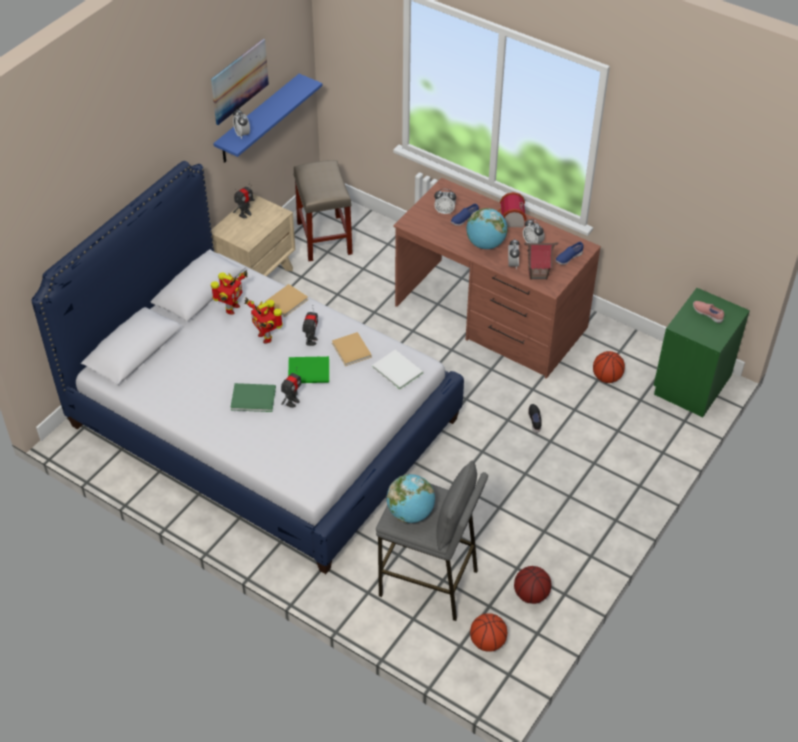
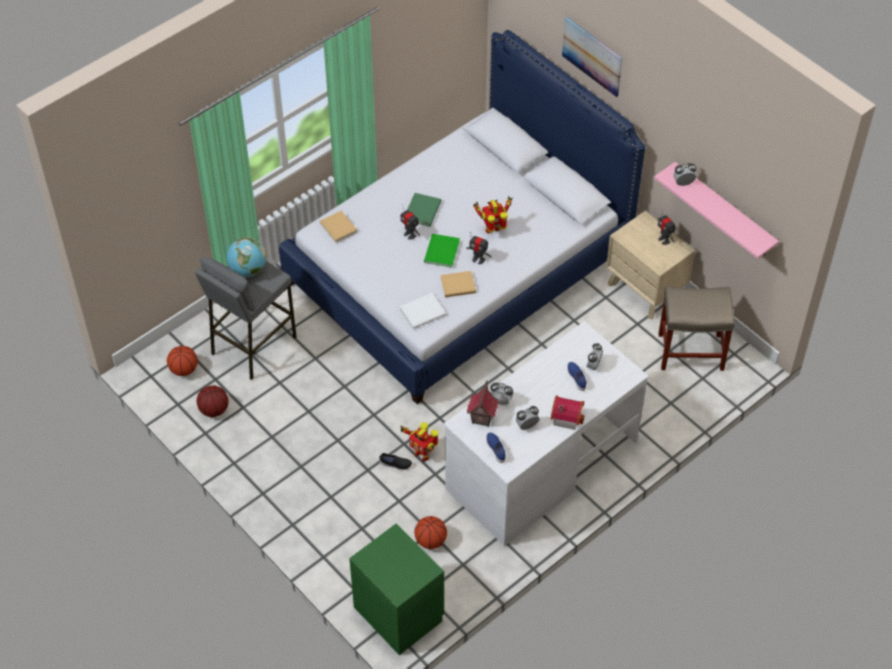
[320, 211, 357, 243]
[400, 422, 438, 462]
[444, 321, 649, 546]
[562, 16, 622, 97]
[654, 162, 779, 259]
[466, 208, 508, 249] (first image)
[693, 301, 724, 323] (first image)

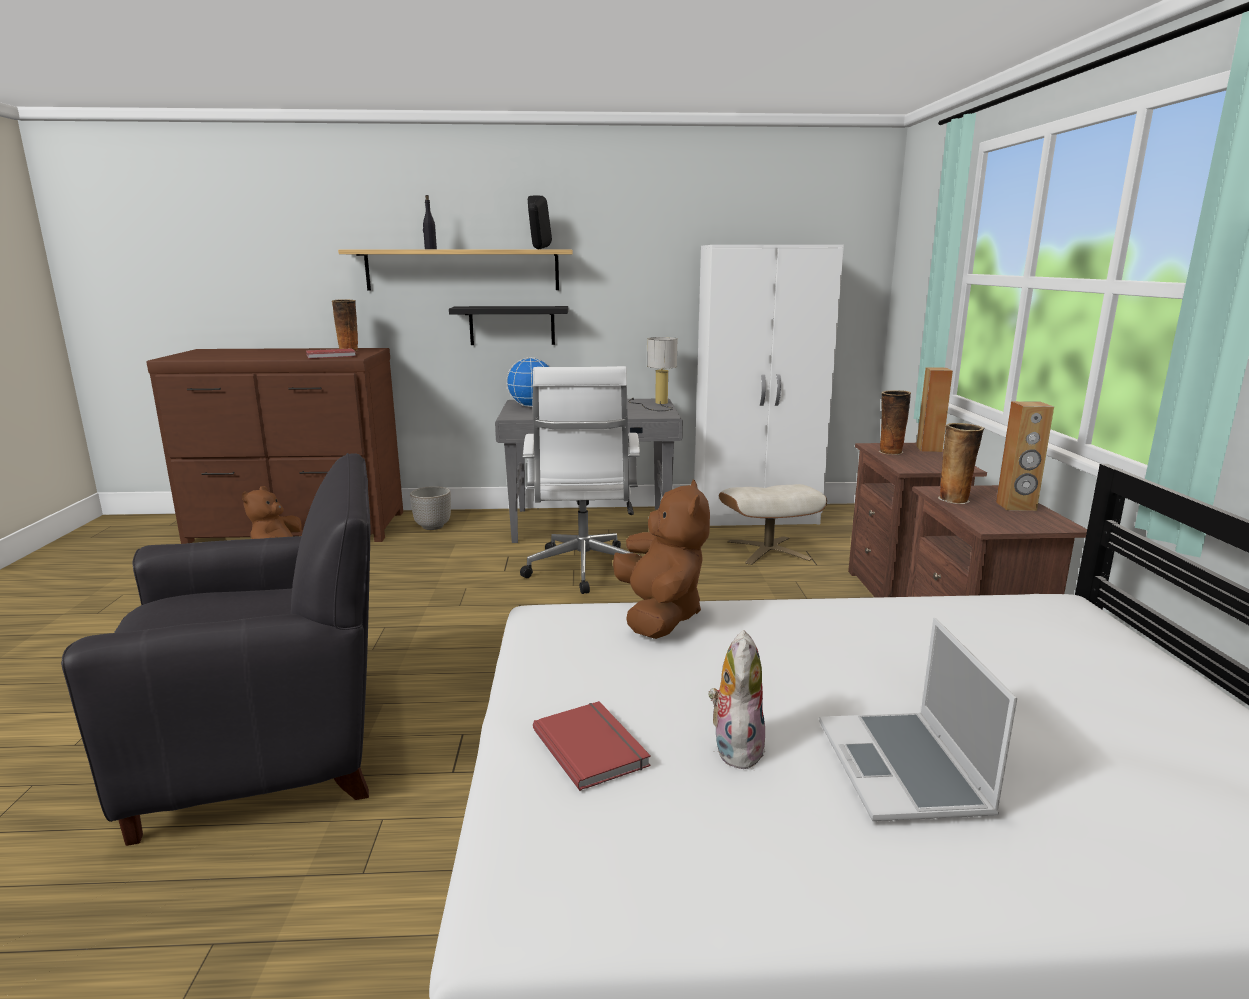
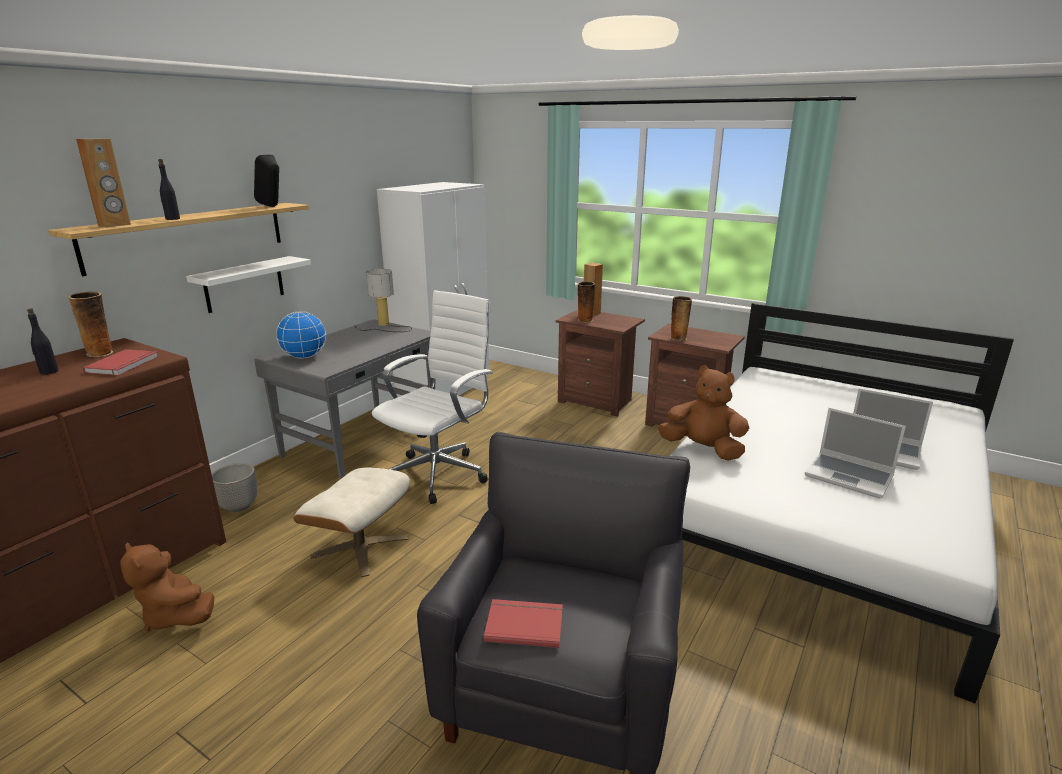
[27, 308, 58, 375]
[76, 139, 131, 227]
[186, 256, 311, 313]
[293, 468, 410, 577]
[372, 290, 493, 504]
[484, 599, 563, 648]
[805, 408, 906, 498]

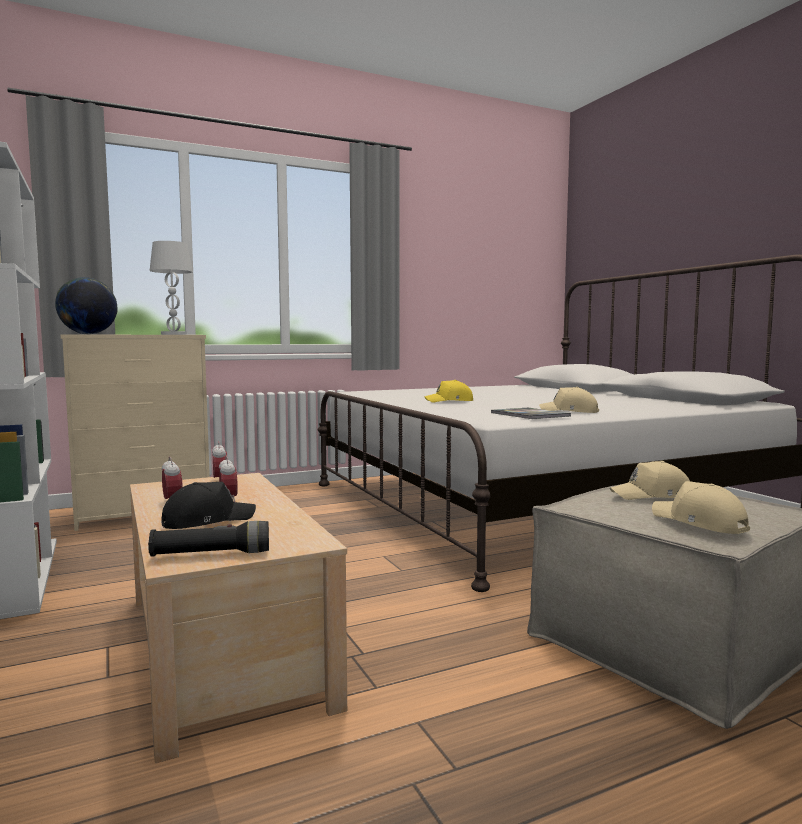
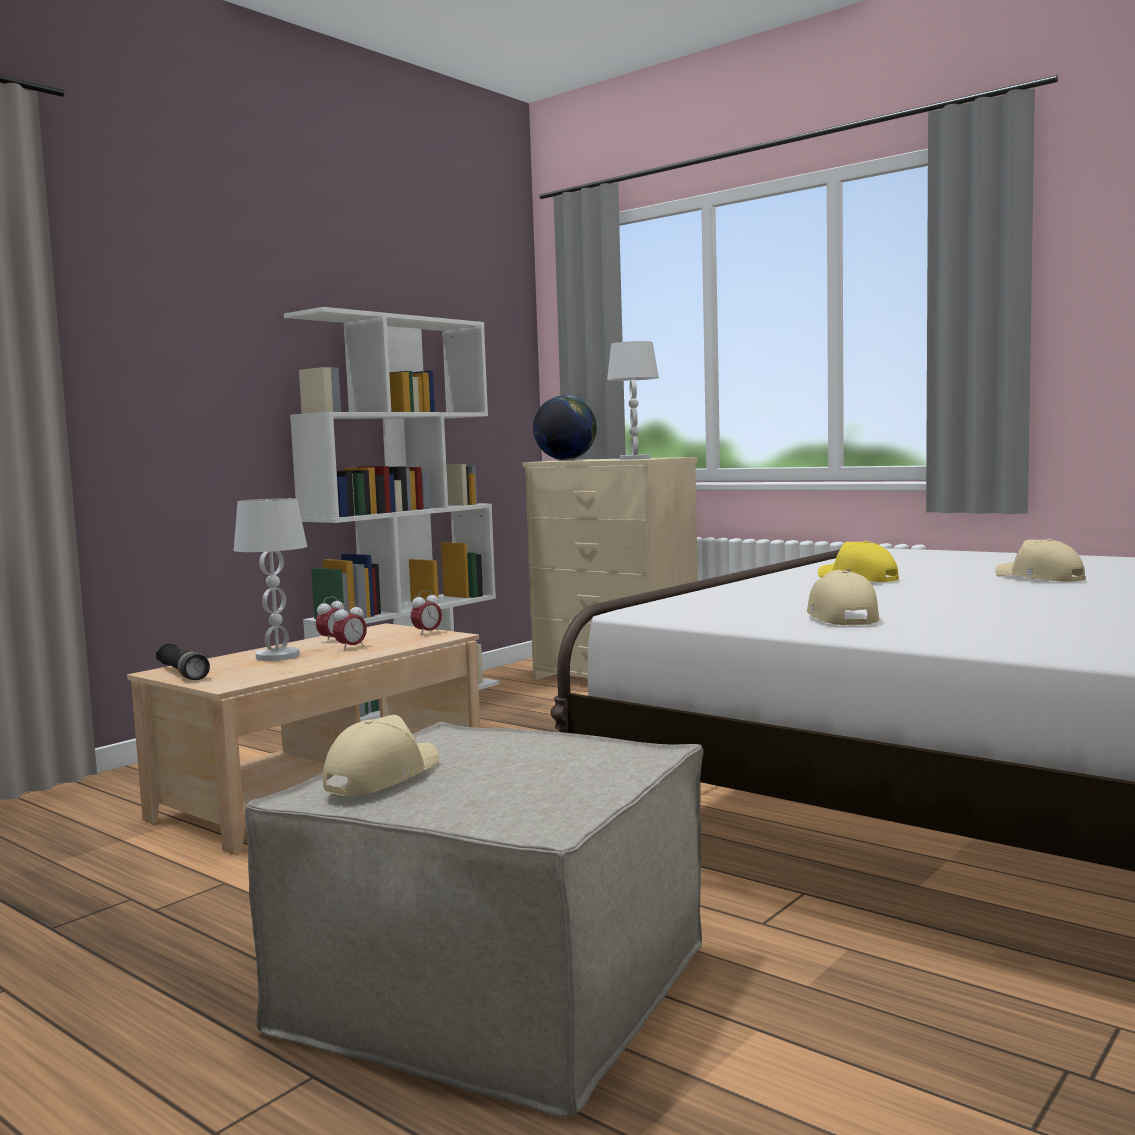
[234, 498, 307, 661]
[995, 539, 1086, 582]
[491, 408, 571, 419] (first image)

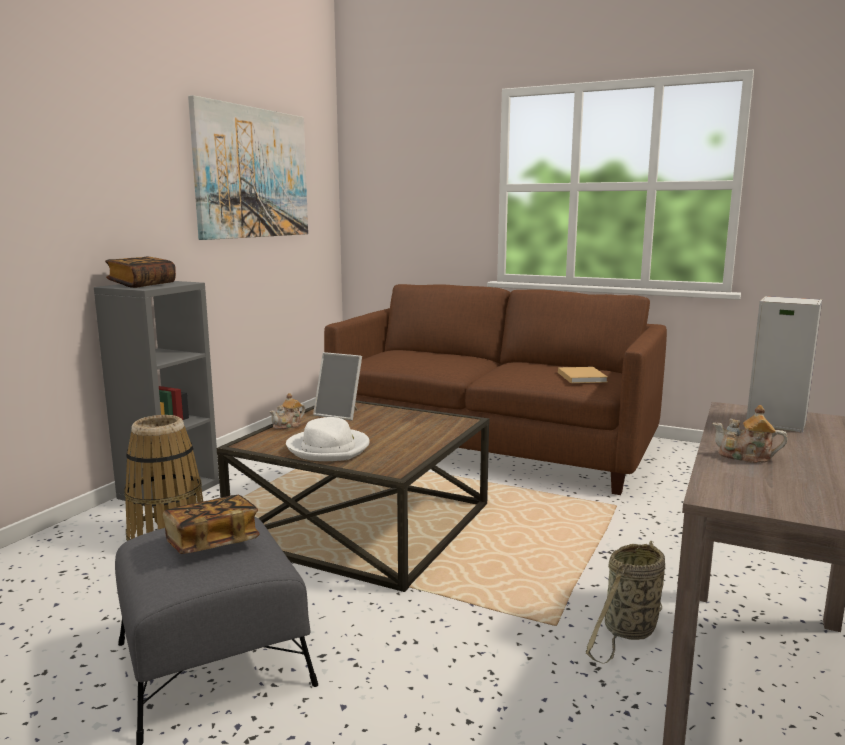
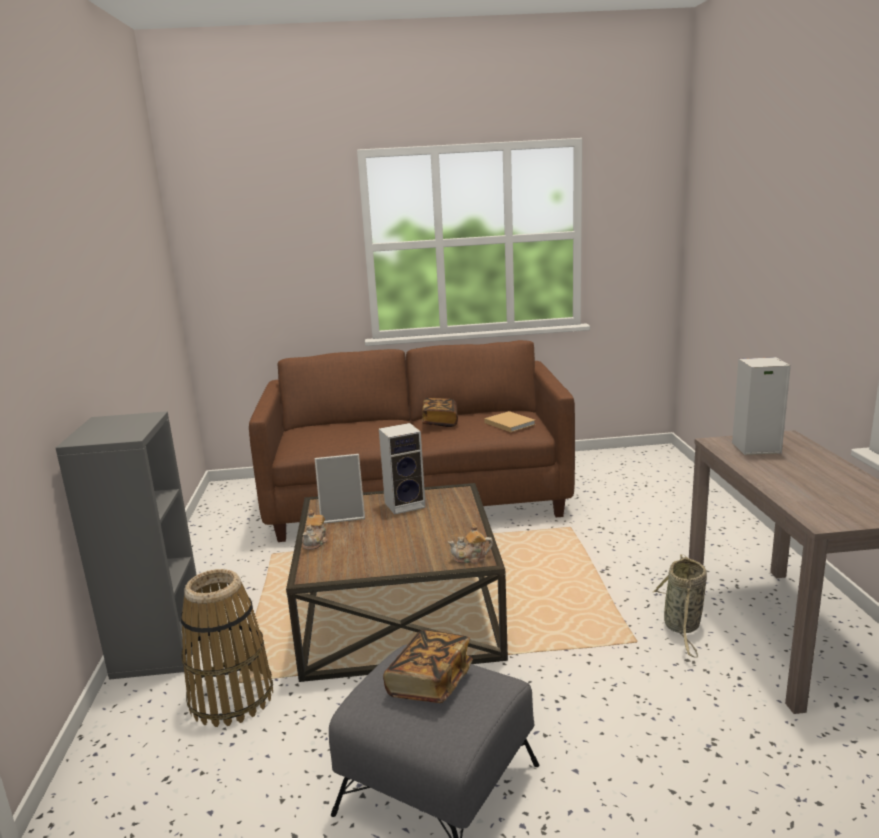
[379, 423, 426, 515]
[422, 398, 458, 427]
[448, 524, 493, 564]
[188, 95, 308, 240] (first image)
[286, 417, 370, 461] (first image)

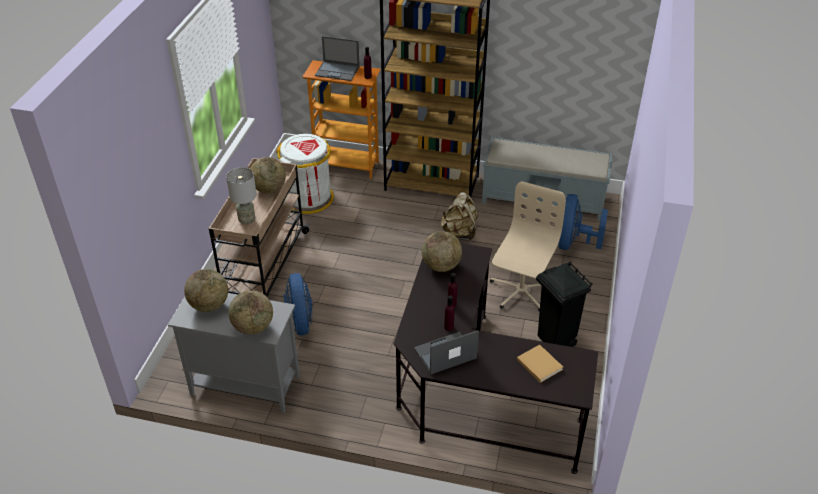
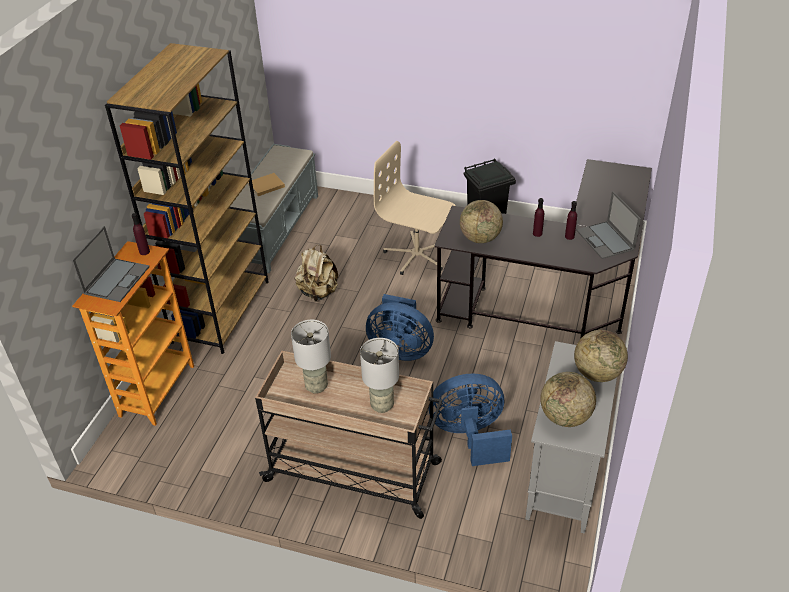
[248, 173, 285, 196]
[291, 320, 331, 394]
[366, 294, 434, 361]
[276, 134, 334, 214] (first image)

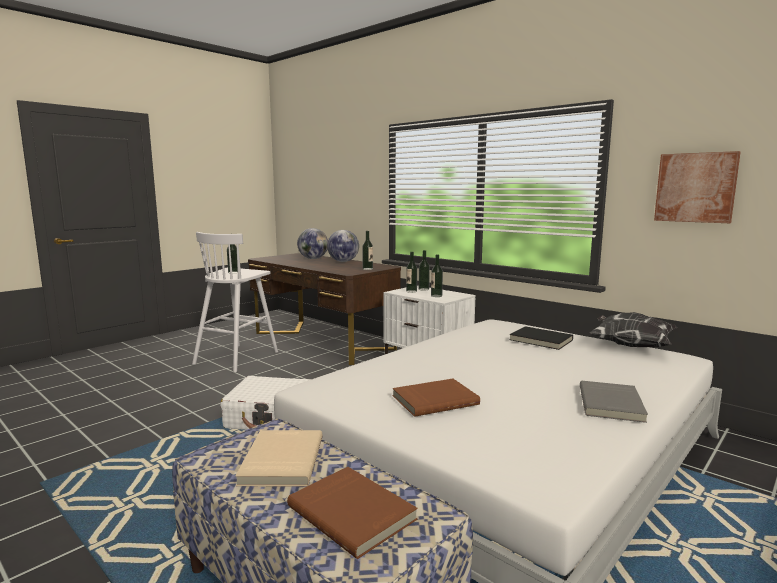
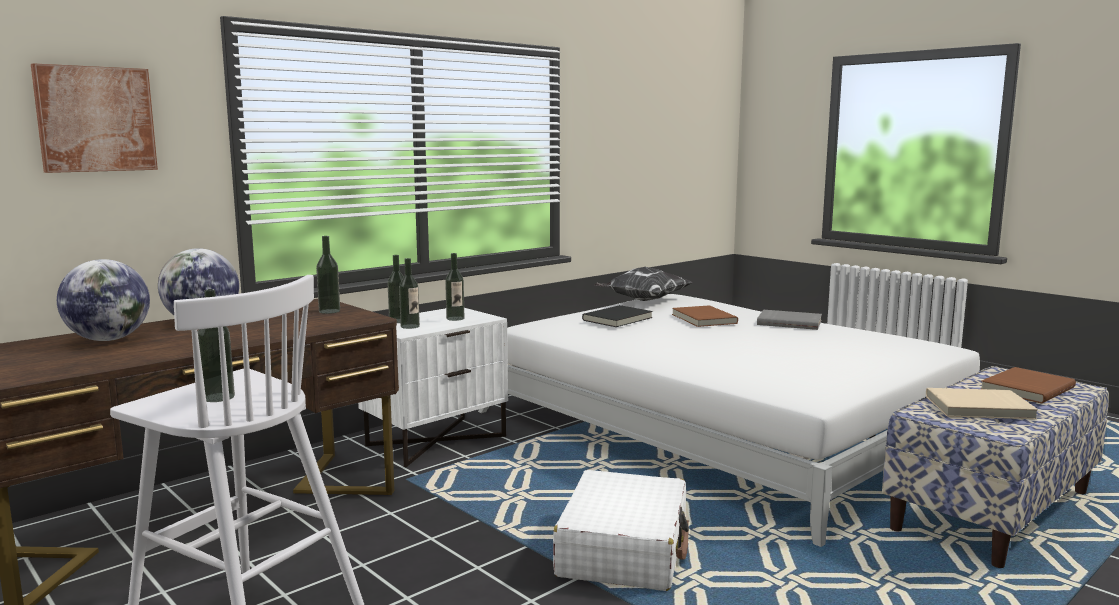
[31, 63, 158, 173]
[672, 305, 738, 327]

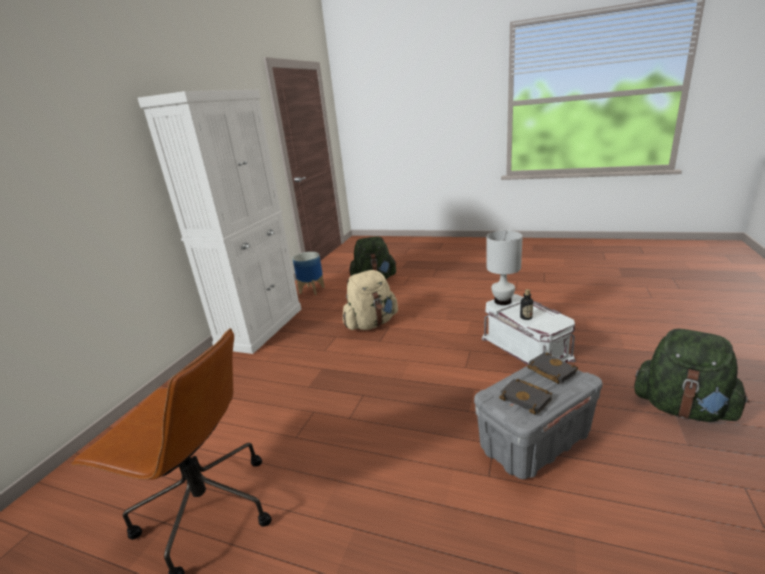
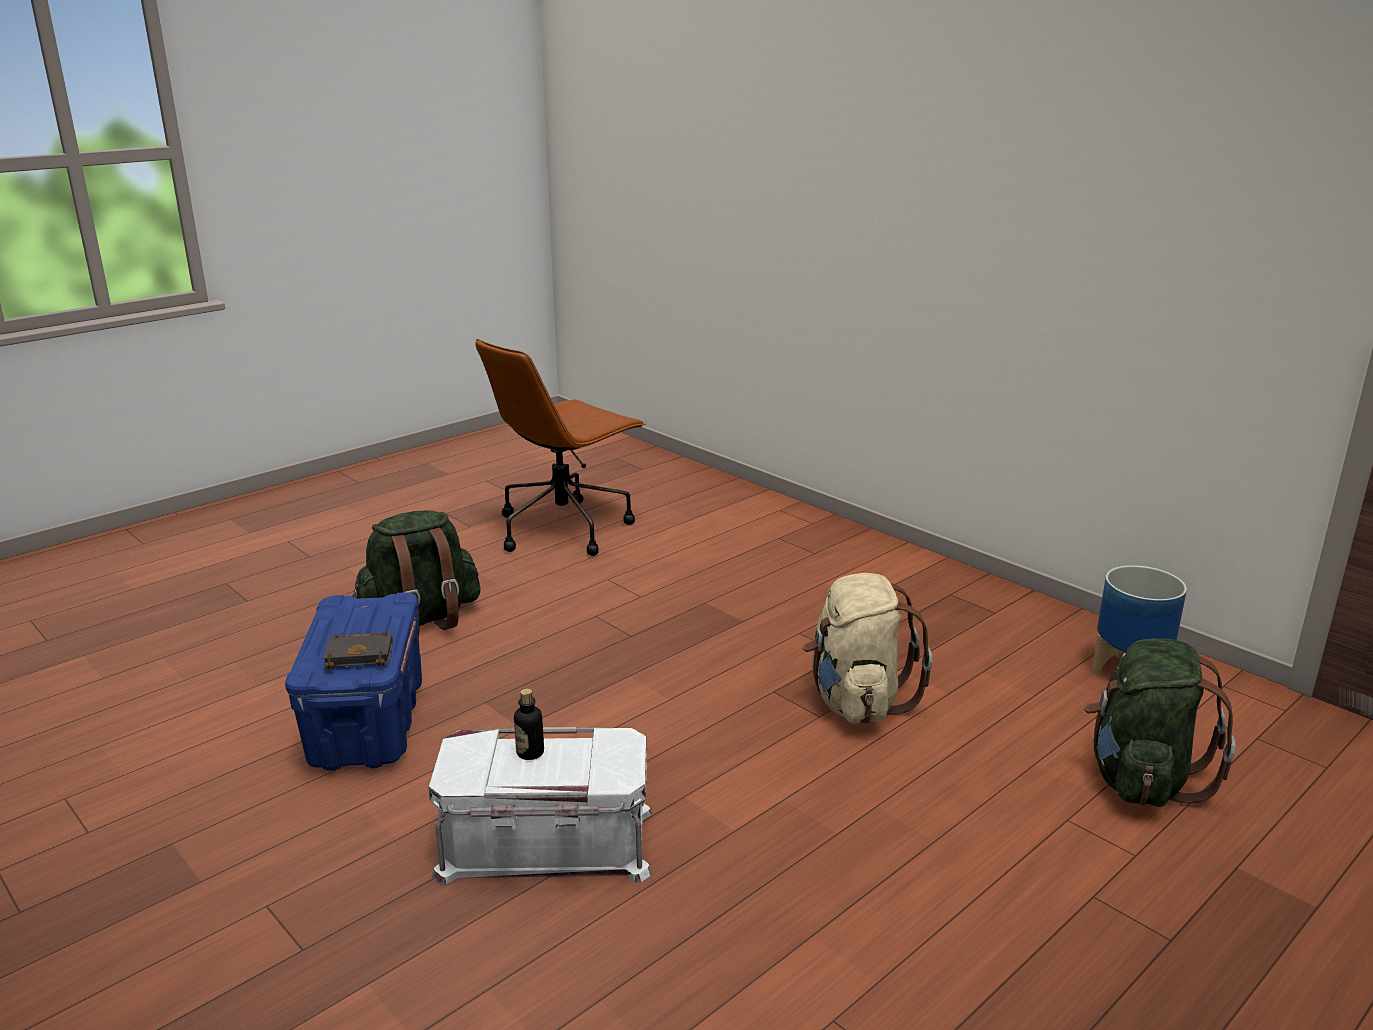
[285, 593, 422, 771]
[352, 510, 481, 635]
[138, 90, 301, 354] (first image)
[487, 231, 523, 305] (first image)
[499, 379, 552, 415] (first image)

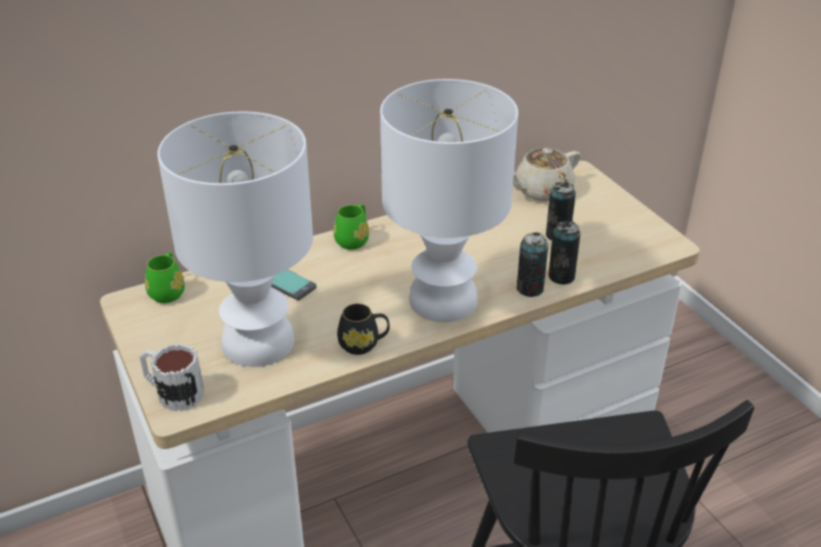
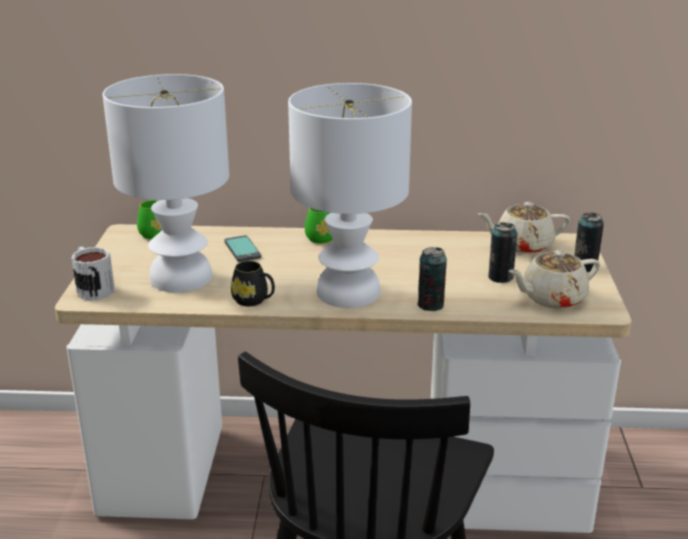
[509, 250, 600, 309]
[574, 213, 604, 272]

